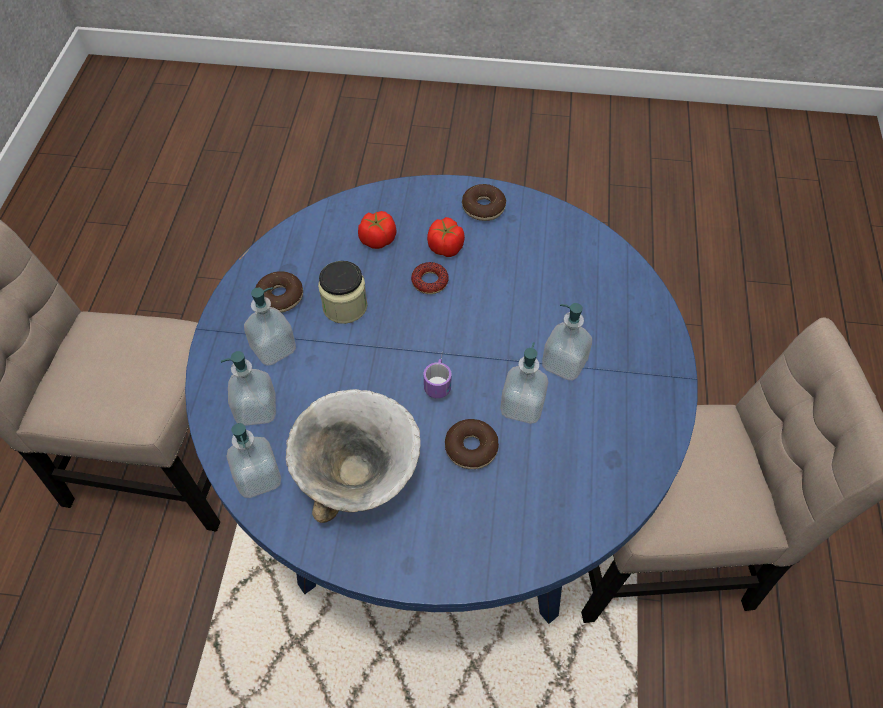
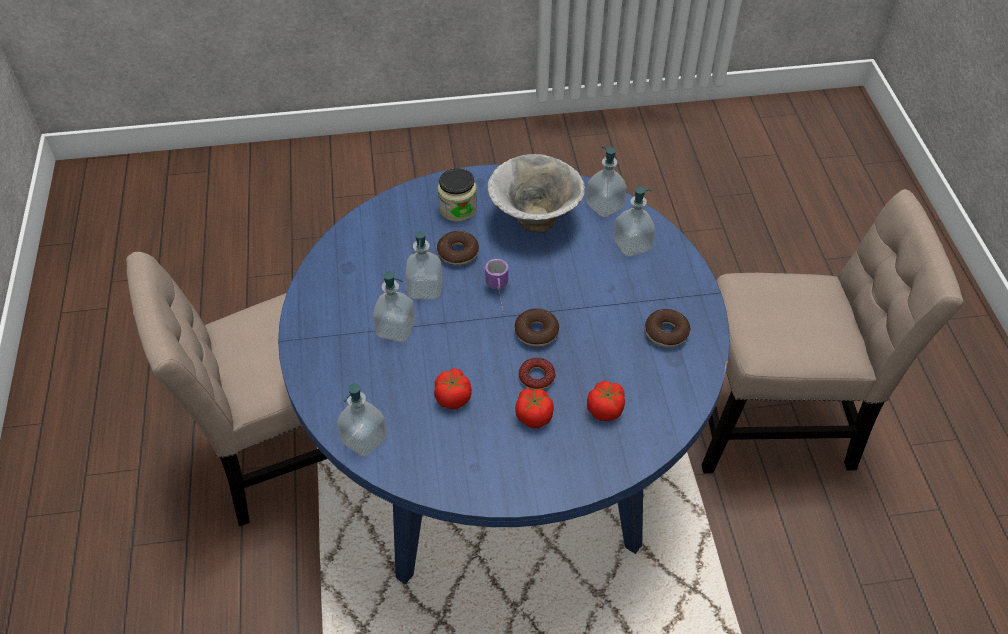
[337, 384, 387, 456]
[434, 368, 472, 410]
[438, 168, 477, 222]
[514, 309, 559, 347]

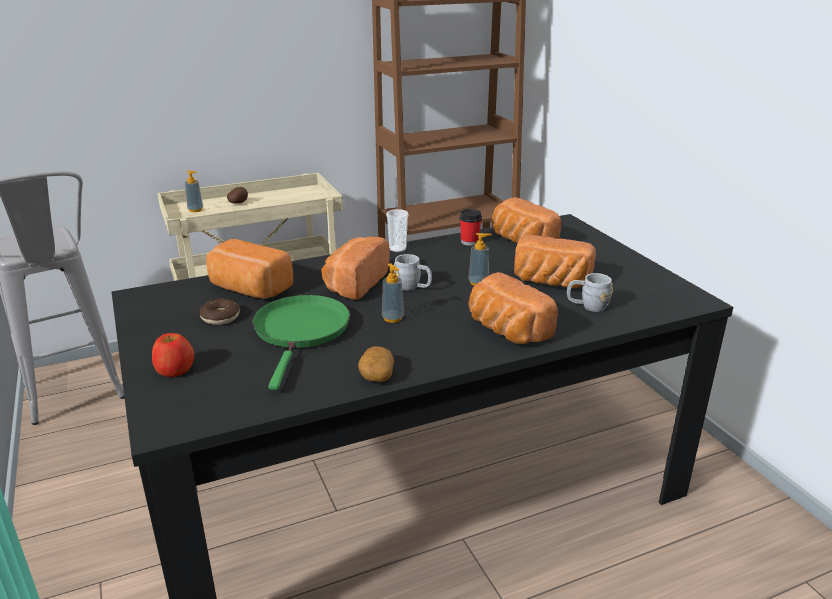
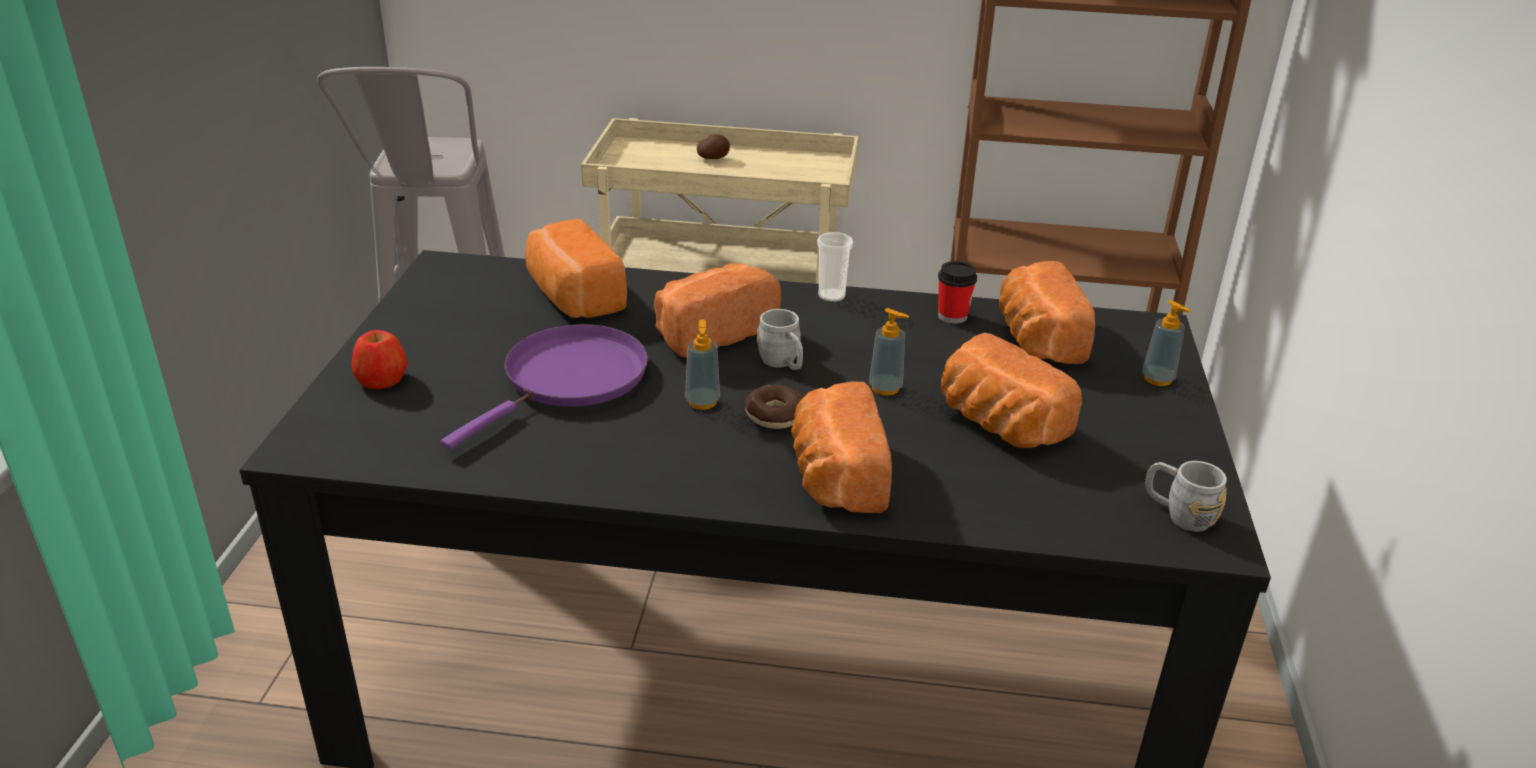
[441, 324, 648, 449]
[745, 385, 803, 429]
[1142, 300, 1191, 386]
[1145, 461, 1227, 532]
[358, 346, 394, 382] (first image)

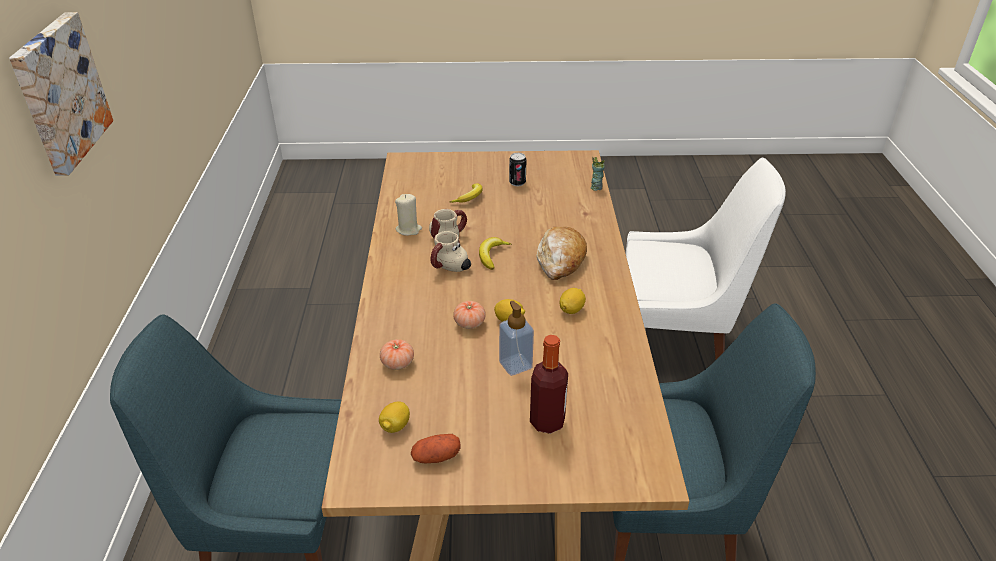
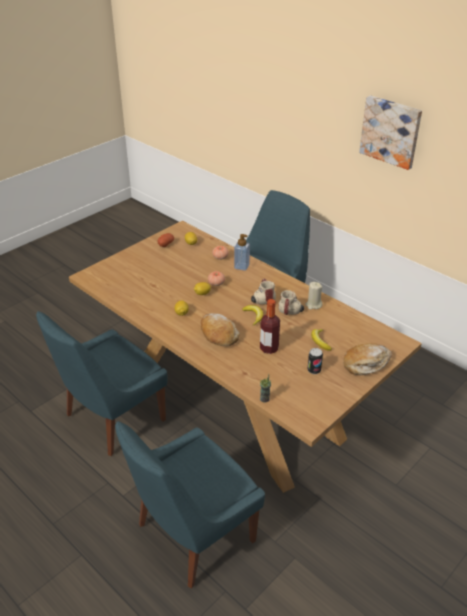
[115, 421, 265, 589]
[234, 234, 250, 271]
[260, 299, 280, 354]
[343, 343, 392, 376]

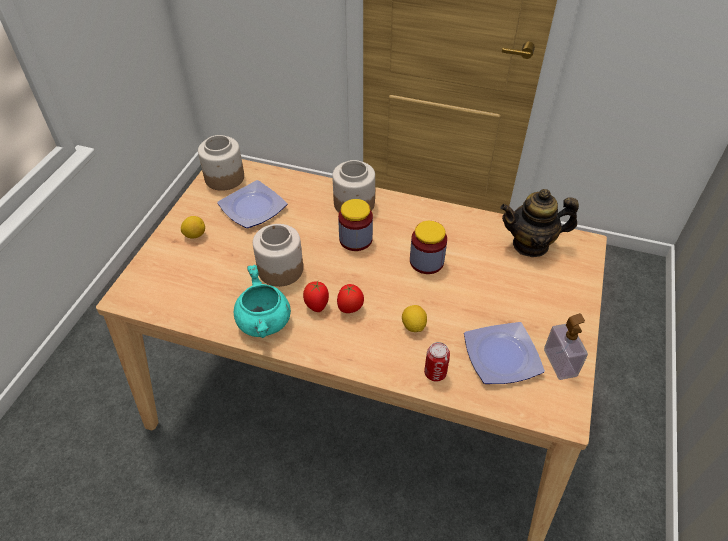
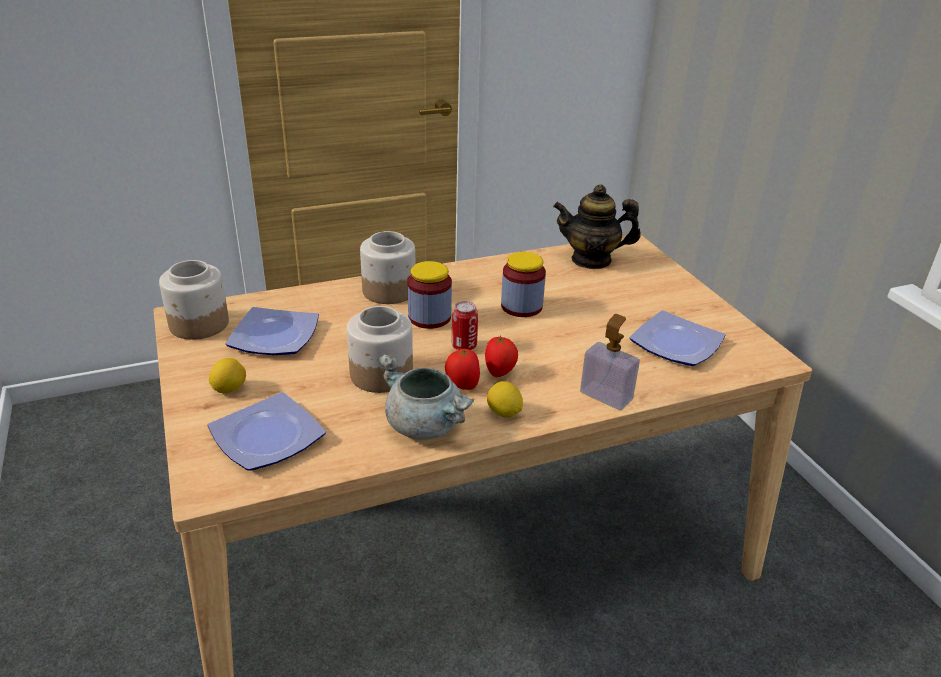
[207, 392, 326, 471]
[377, 354, 474, 440]
[452, 301, 478, 350]
[487, 381, 523, 418]
[553, 184, 641, 269]
[580, 314, 640, 410]

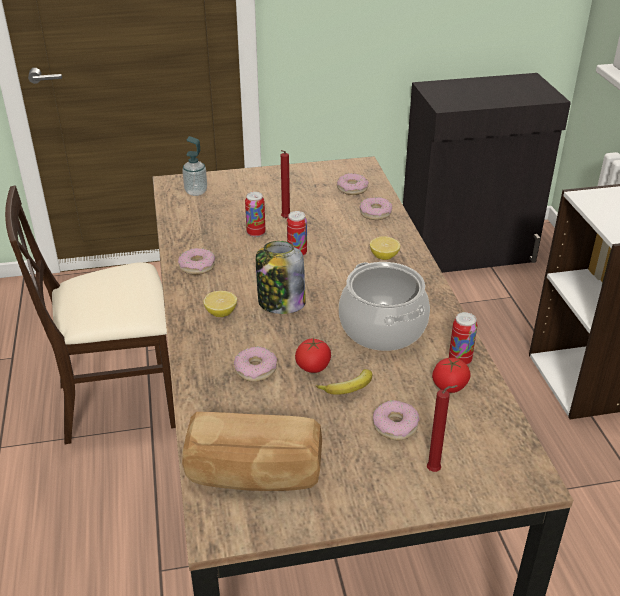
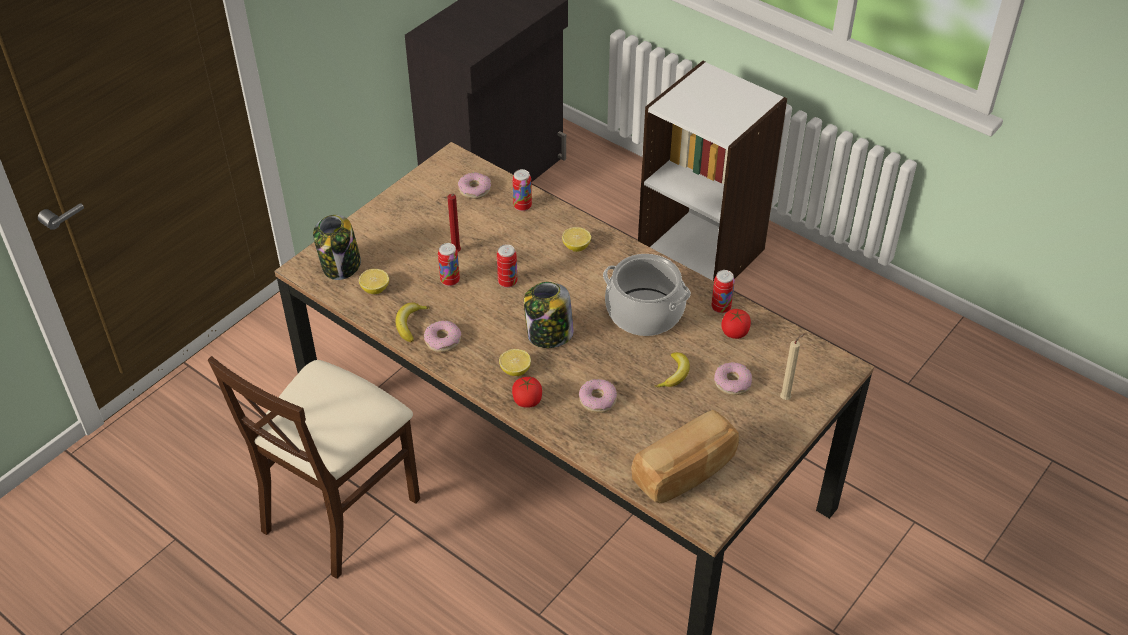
[313, 215, 361, 280]
[359, 269, 389, 294]
[395, 302, 430, 342]
[512, 377, 542, 408]
[513, 169, 532, 211]
[780, 334, 804, 400]

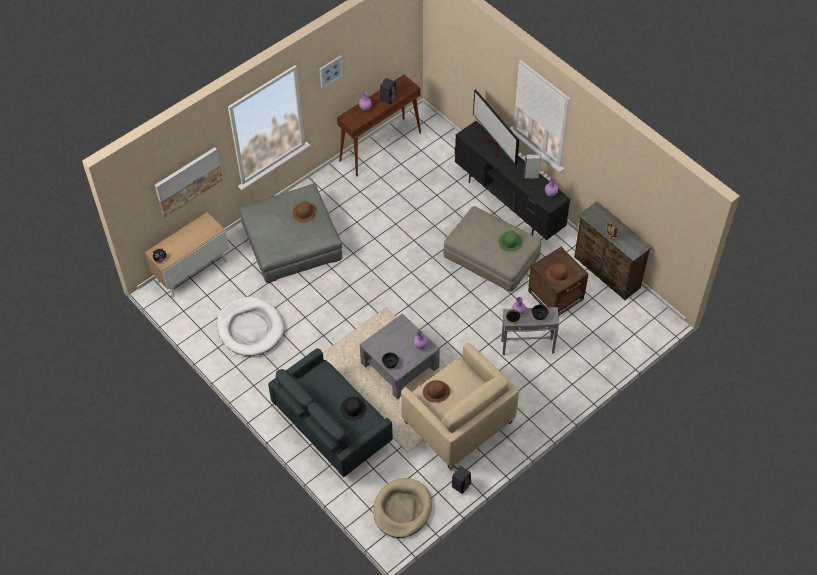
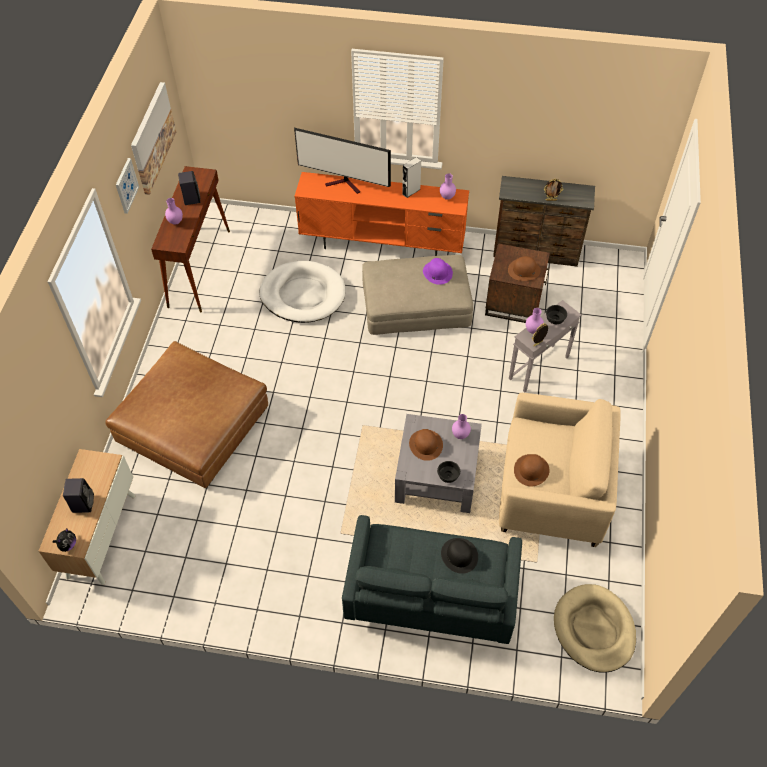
[63, 478, 94, 513]
[105, 341, 268, 488]
[131, 82, 176, 195]
[259, 261, 345, 323]
[294, 172, 469, 256]
[409, 429, 443, 461]
[423, 258, 453, 285]

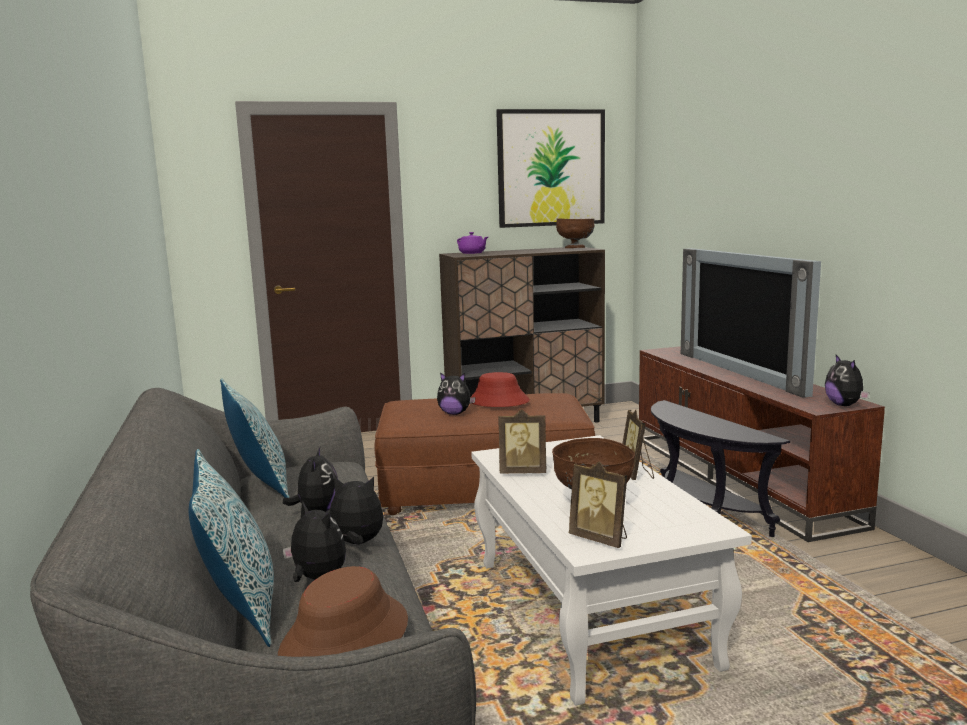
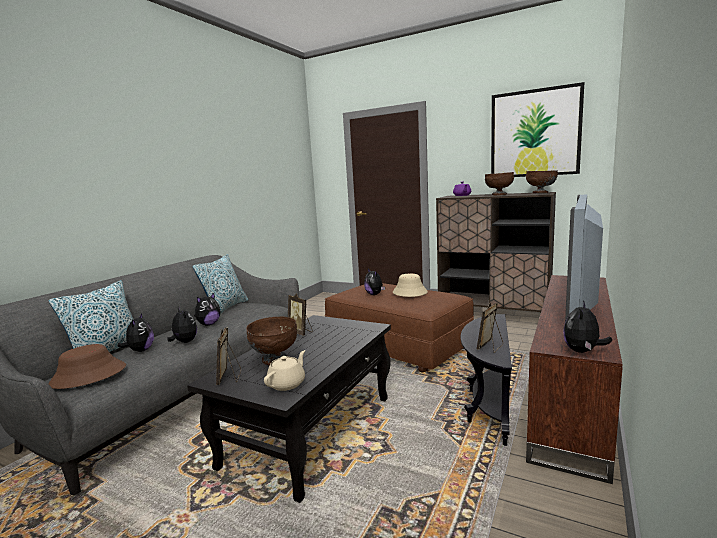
[187, 315, 391, 503]
[264, 350, 305, 391]
[393, 273, 428, 297]
[477, 303, 503, 353]
[485, 172, 514, 195]

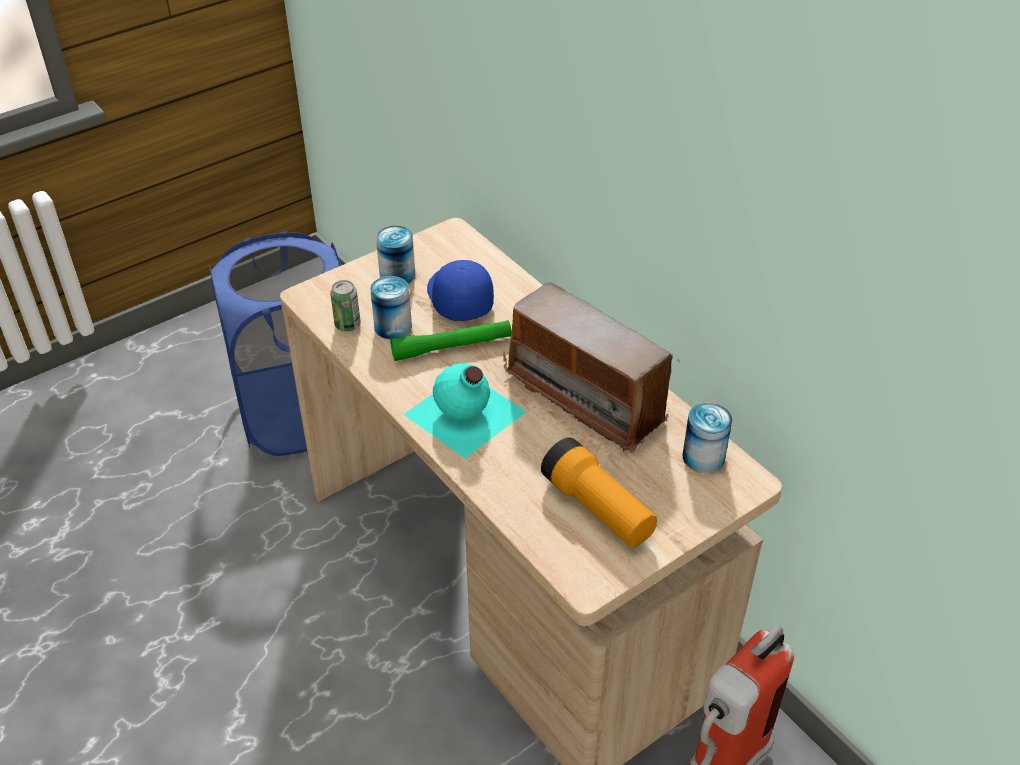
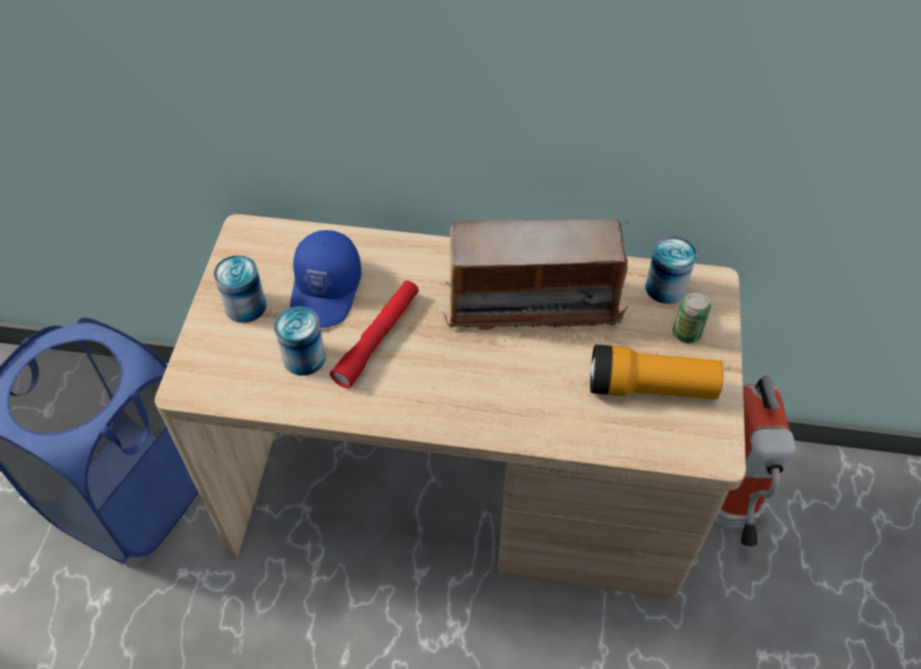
[290, 230, 361, 328]
[330, 281, 419, 388]
[673, 290, 711, 343]
[403, 363, 526, 459] (first image)

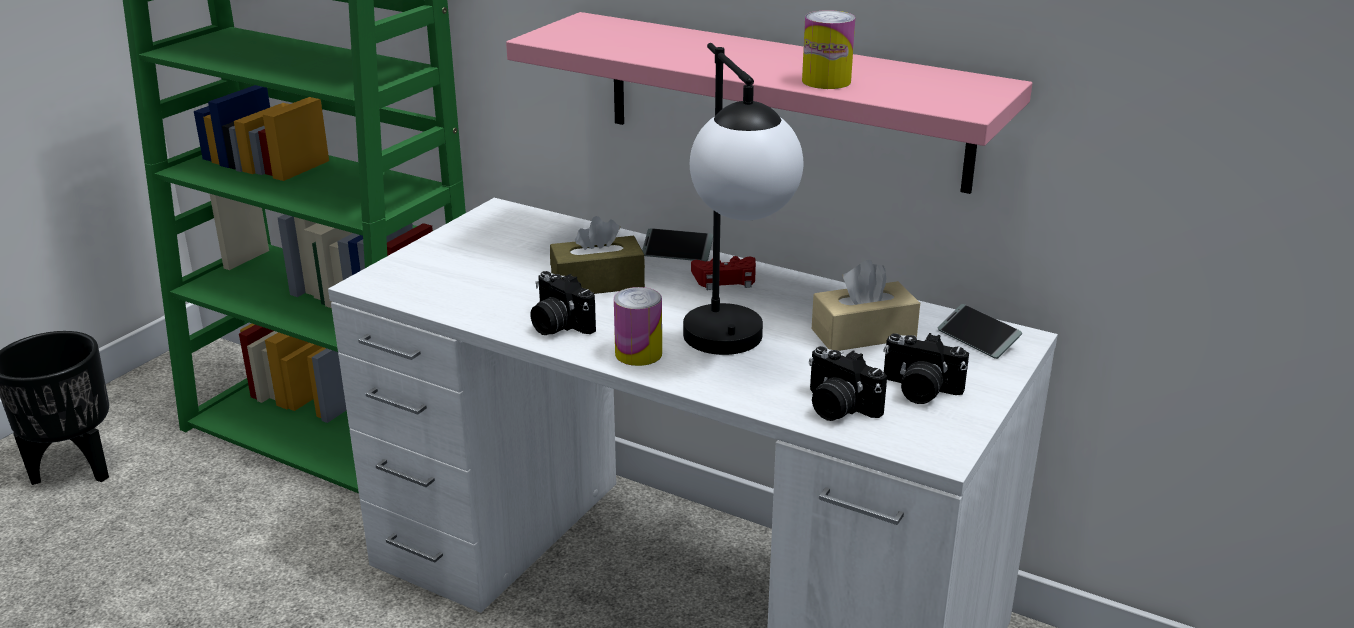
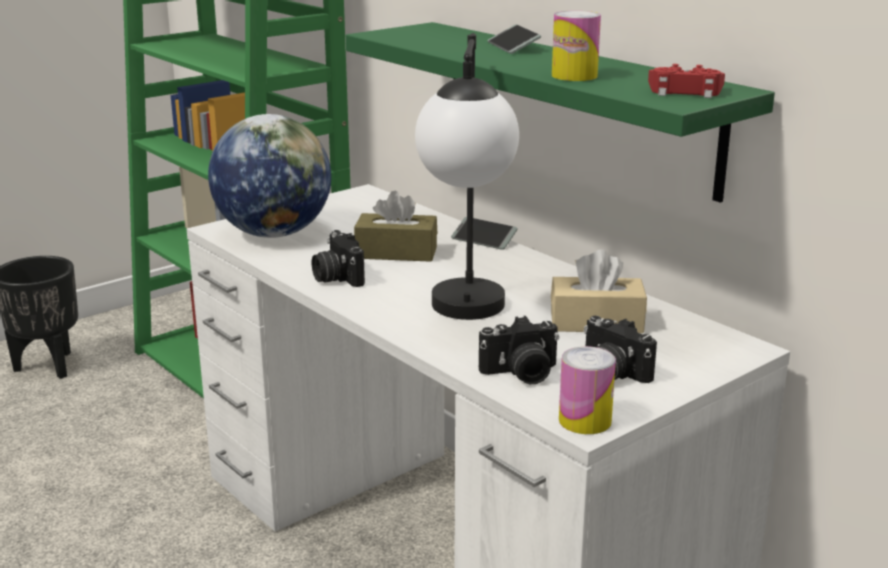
[208, 114, 331, 238]
[346, 22, 775, 203]
[479, 316, 559, 384]
[488, 24, 541, 54]
[559, 346, 616, 434]
[648, 64, 725, 98]

